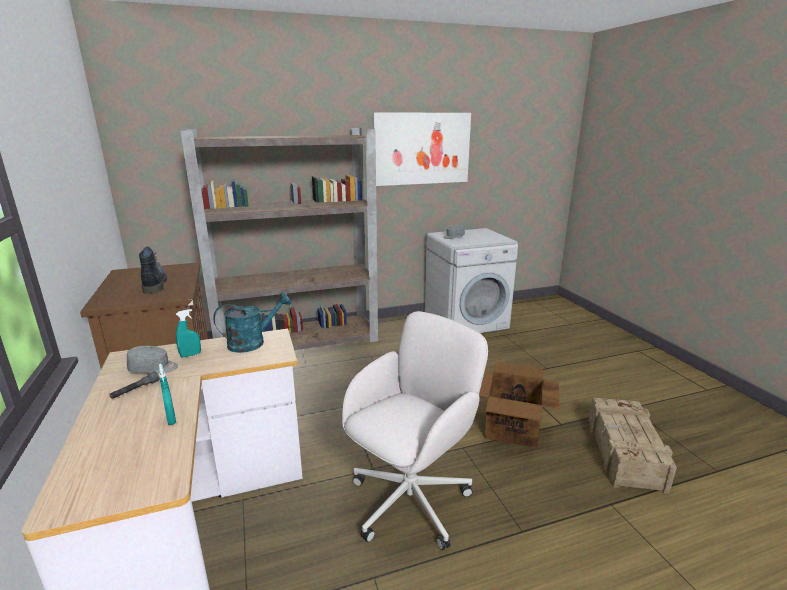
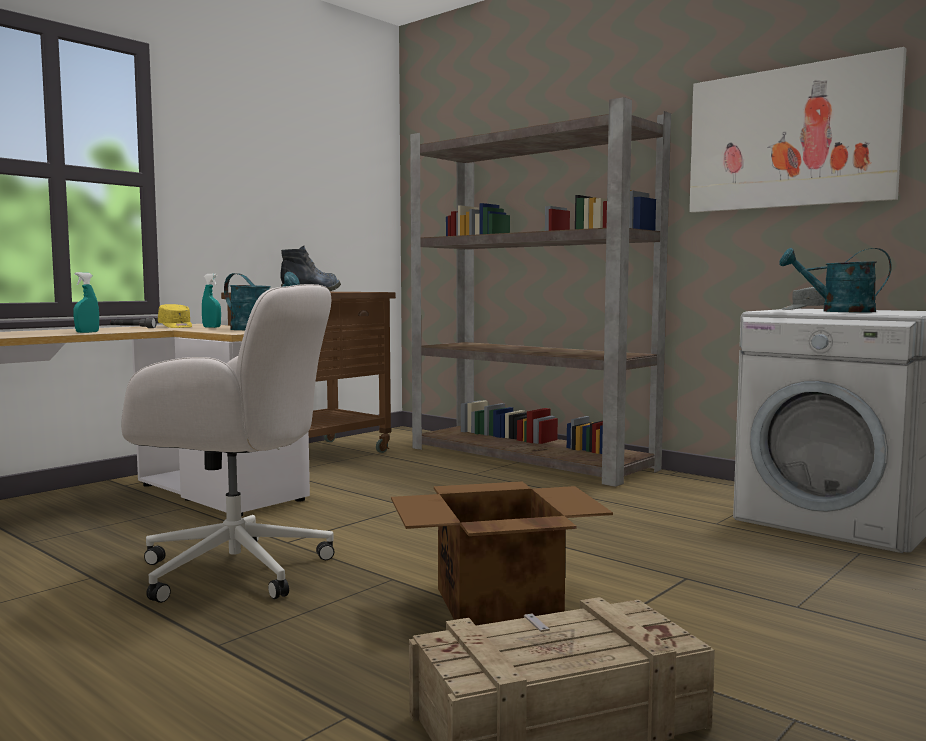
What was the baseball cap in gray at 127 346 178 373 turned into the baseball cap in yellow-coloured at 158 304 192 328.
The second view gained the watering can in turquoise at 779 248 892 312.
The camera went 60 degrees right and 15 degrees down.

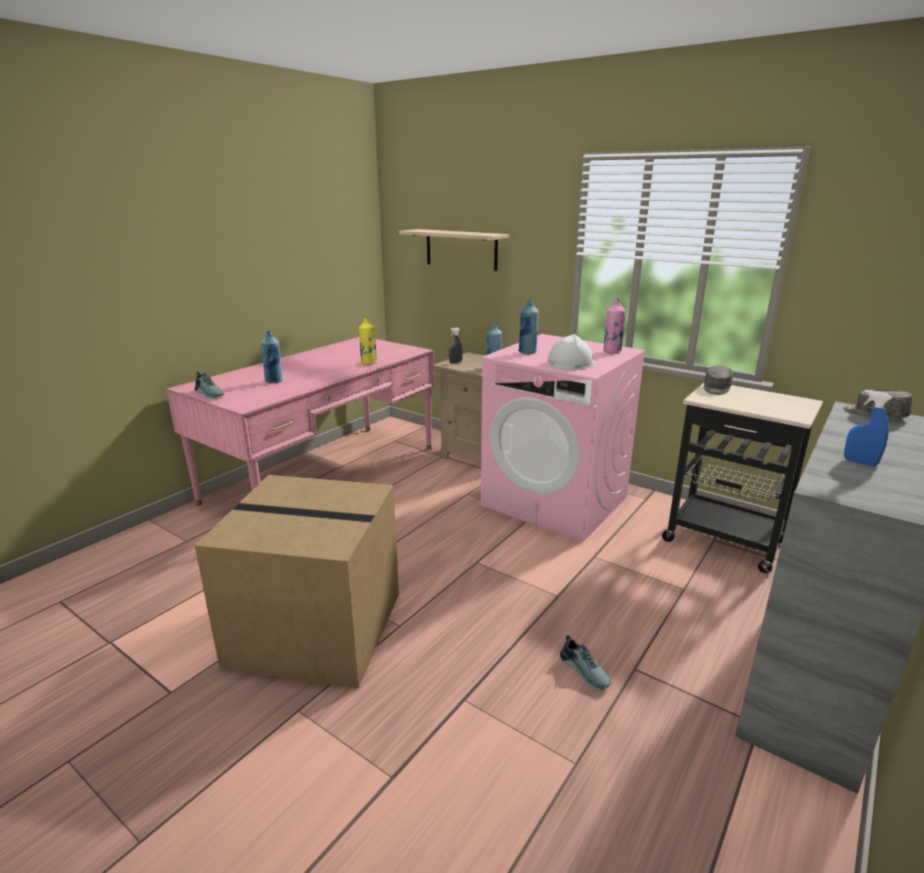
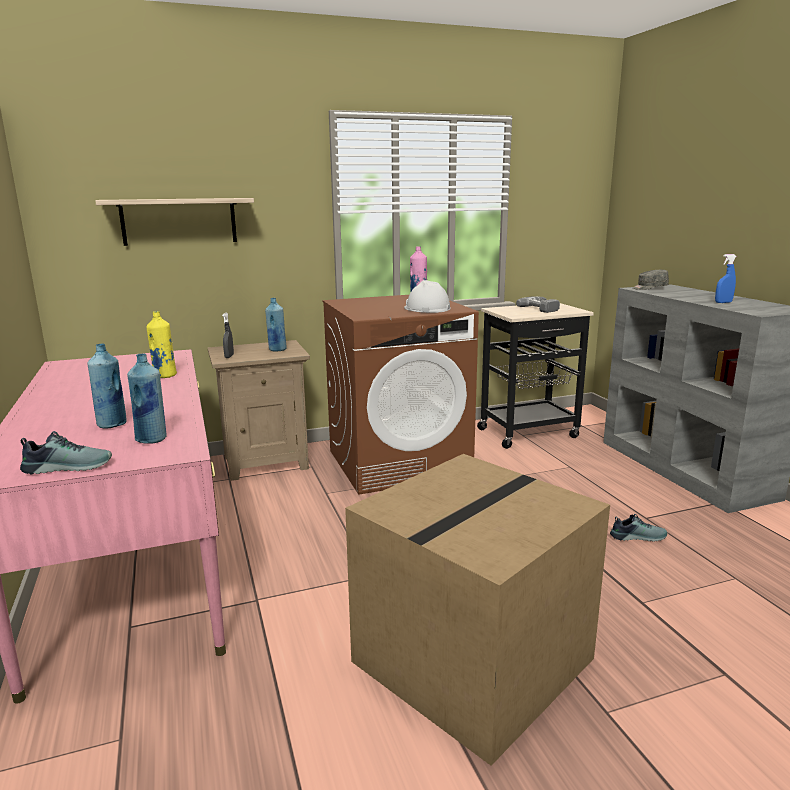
The drink bottle in blue-coloured ended up elsewhere, having gone from 518 299 539 354 to 127 354 167 444.
What was the laundry machine in pinkish at 481 334 646 542 turned into the laundry machine in brownish at 323 295 479 495.
The second view lost the baseball cap in gray at 704 365 733 395.
The second view gained the power drill at 516 296 560 313.
The camera went 55 degrees left and 5 degrees down.

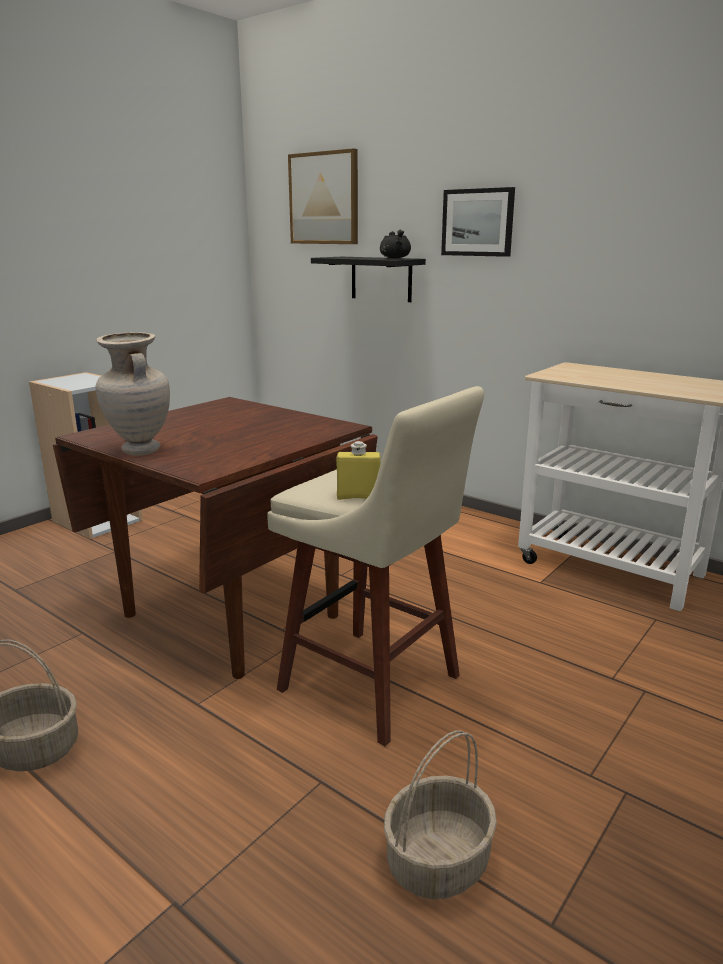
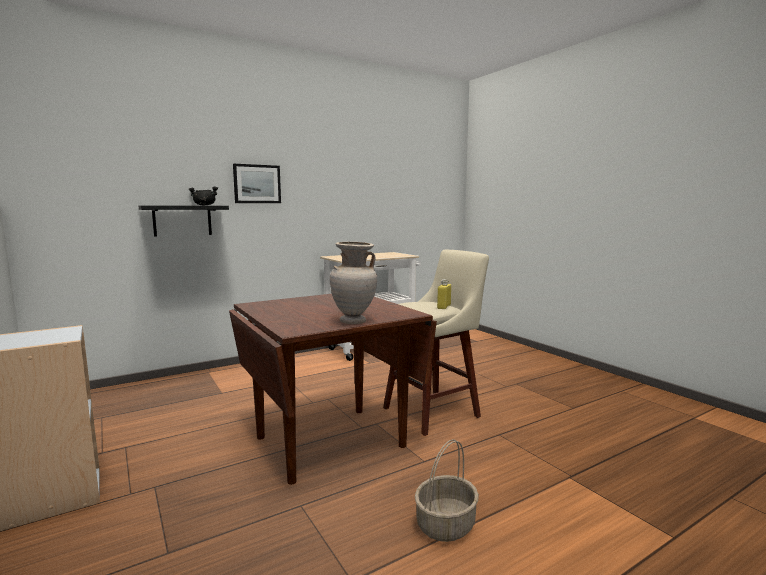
The second view lost the wall picture at 288 148 358 244.
The second view lost the storage basket at 384 730 497 899.
The camera went 70 degrees left and 10 degrees down.

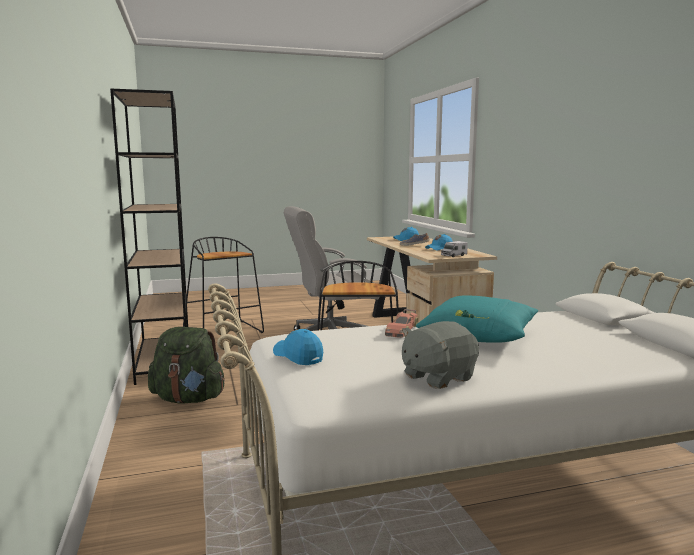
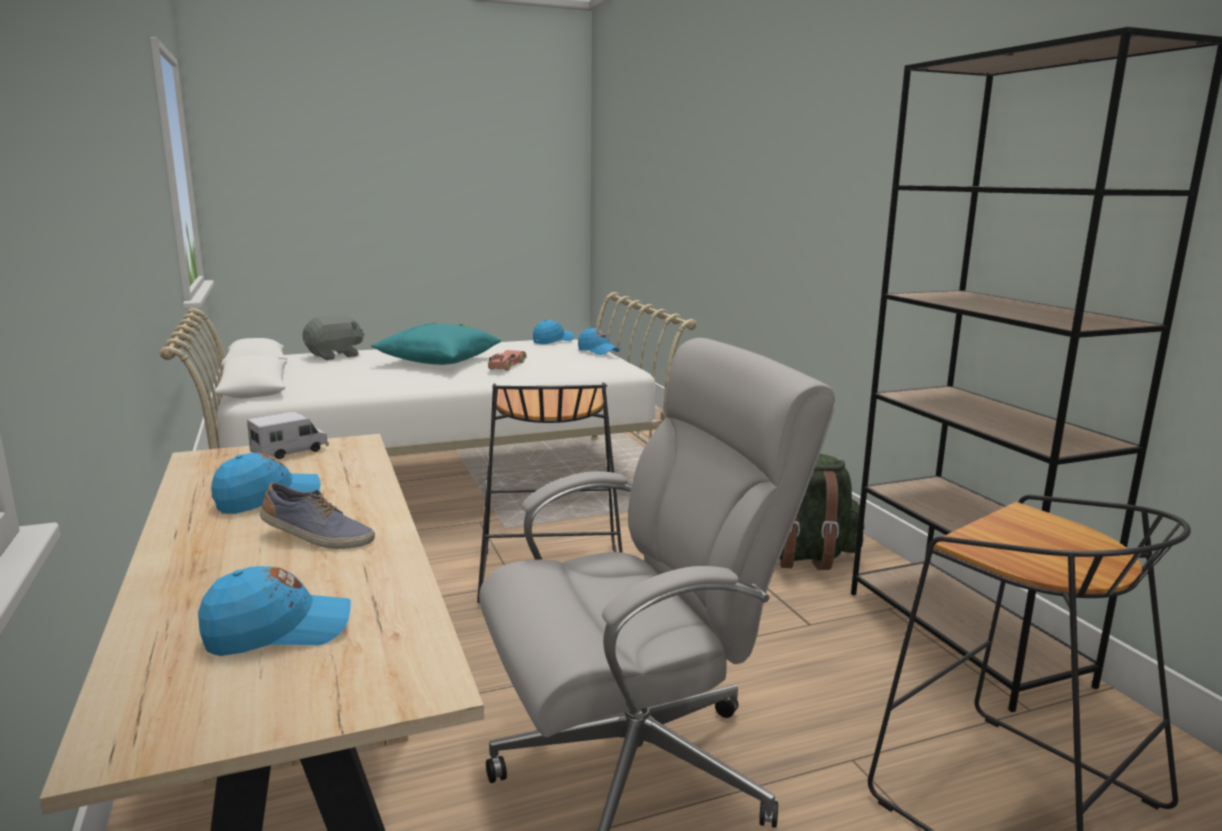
The plush toy in gray ended up elsewhere, having gone from 402 321 479 389 to 303 315 364 360.
The second view gained the baseball cap in blue-coloured at 533 320 574 344.
The camera went 175 degrees right and 5 degrees up.

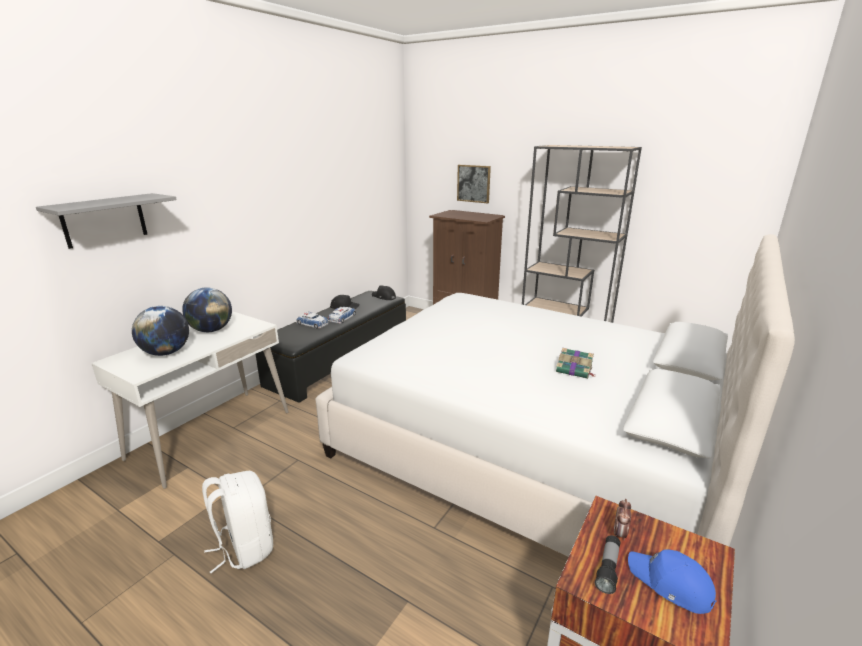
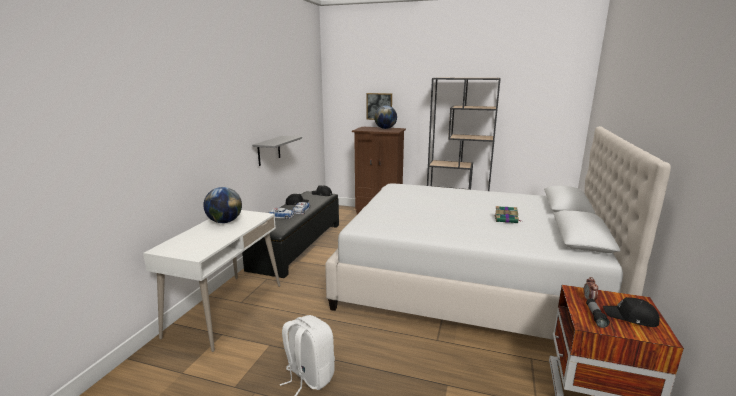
The wall shelf in gray ended up elsewhere, having gone from 36 193 177 249 to 252 136 302 166.
The globe ended up elsewhere, having gone from 132 306 189 356 to 374 105 397 129.
What was the baseball cap in blue-coloured at 628 549 717 614 turned into the baseball cap in blackish at 603 297 660 327.
The camera went 15 degrees left and 5 degrees down.

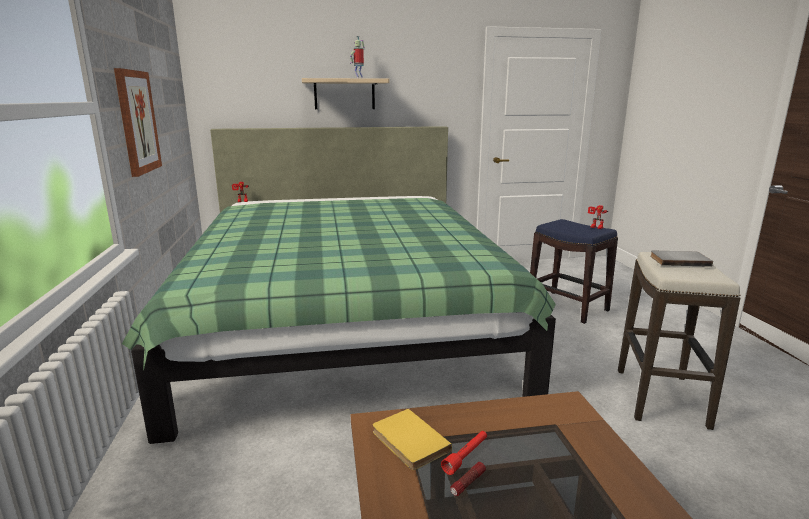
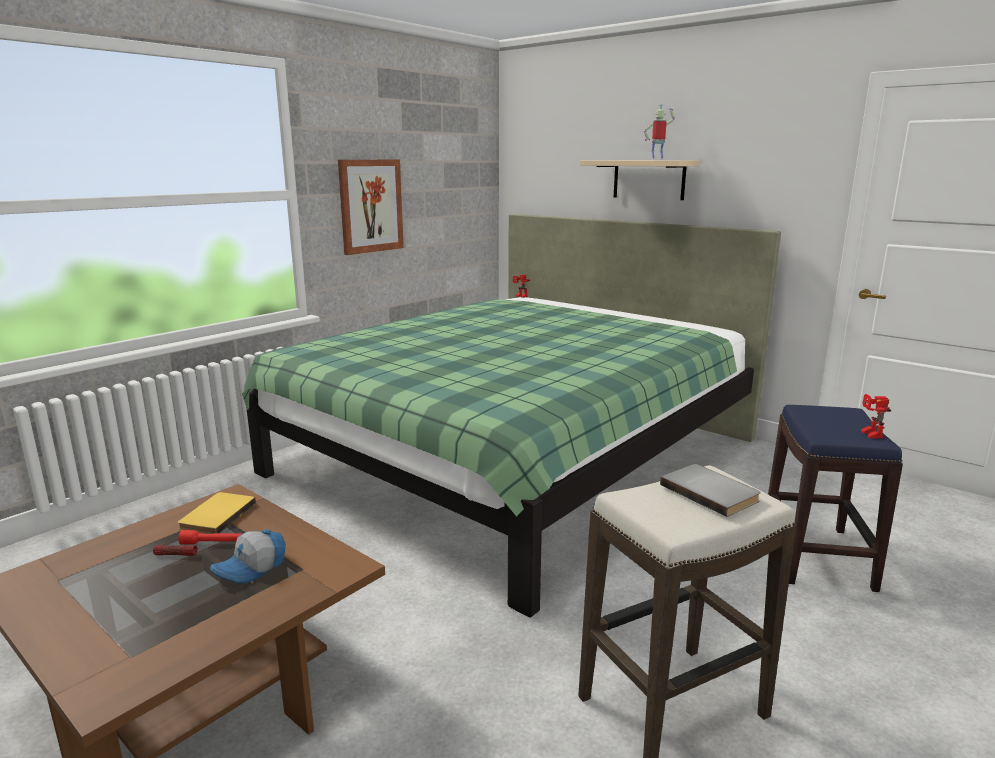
The second view gained the baseball cap at 210 529 286 583.
The camera went 50 degrees right and 0 degrees up.

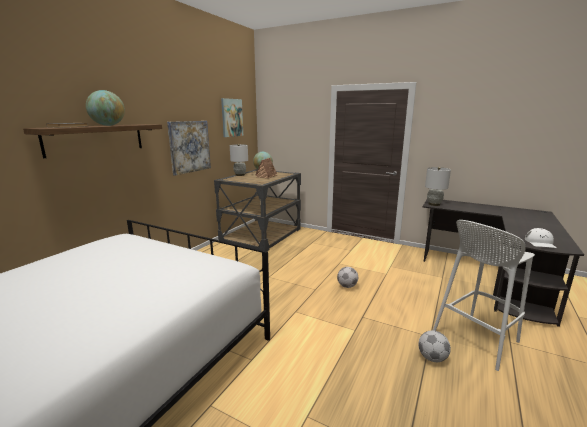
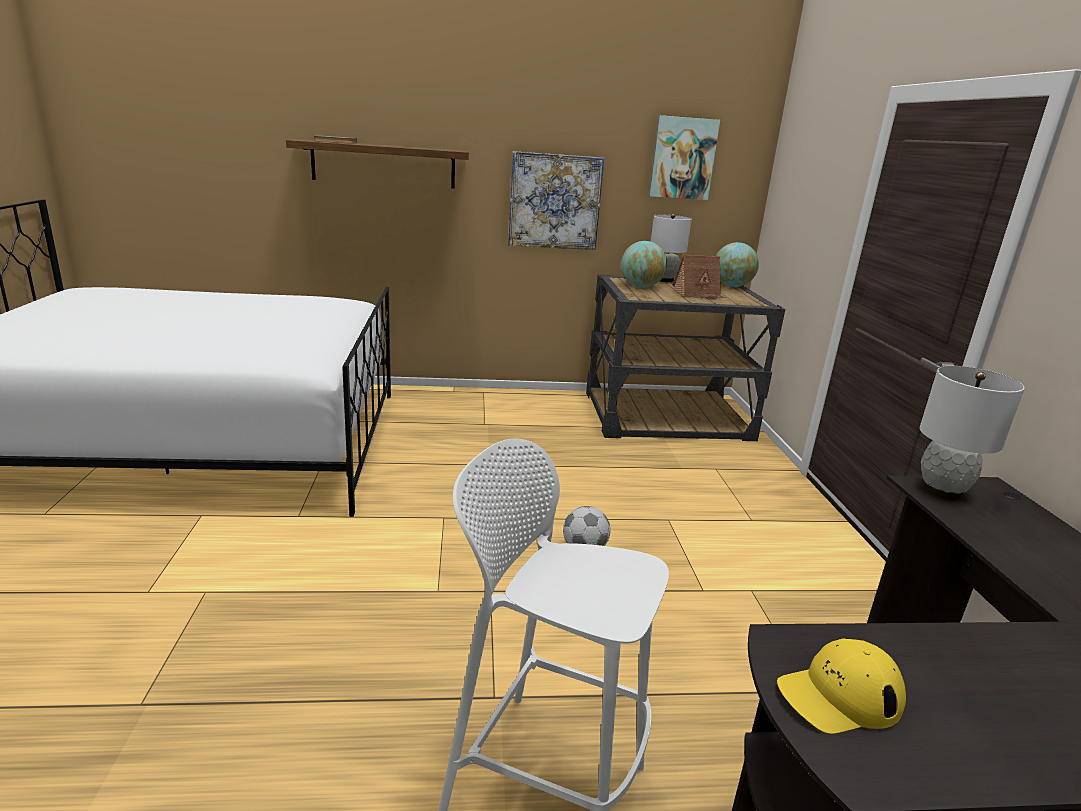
The globe ended up elsewhere, having gone from 86 90 125 126 to 621 241 667 288.
What was the baseball cap in whitish at 525 228 556 248 turned into the baseball cap in yellow-coloured at 777 639 906 734.
The second view lost the football at 418 330 451 362.
The camera went 55 degrees right and 5 degrees up.

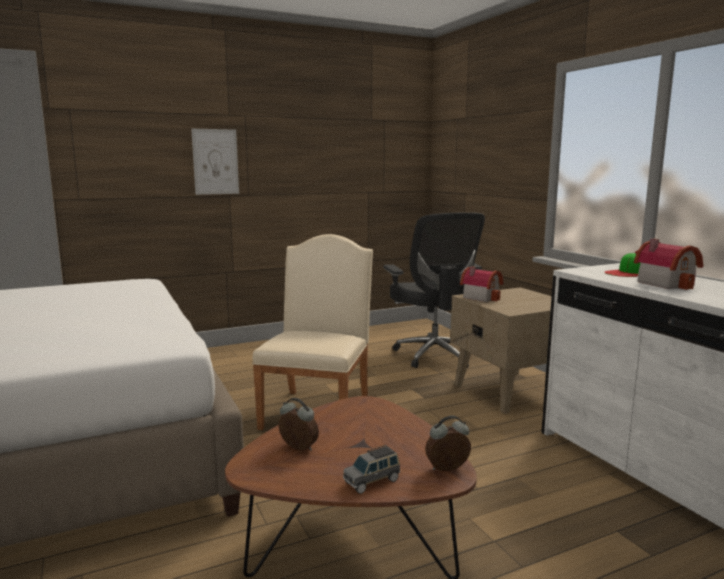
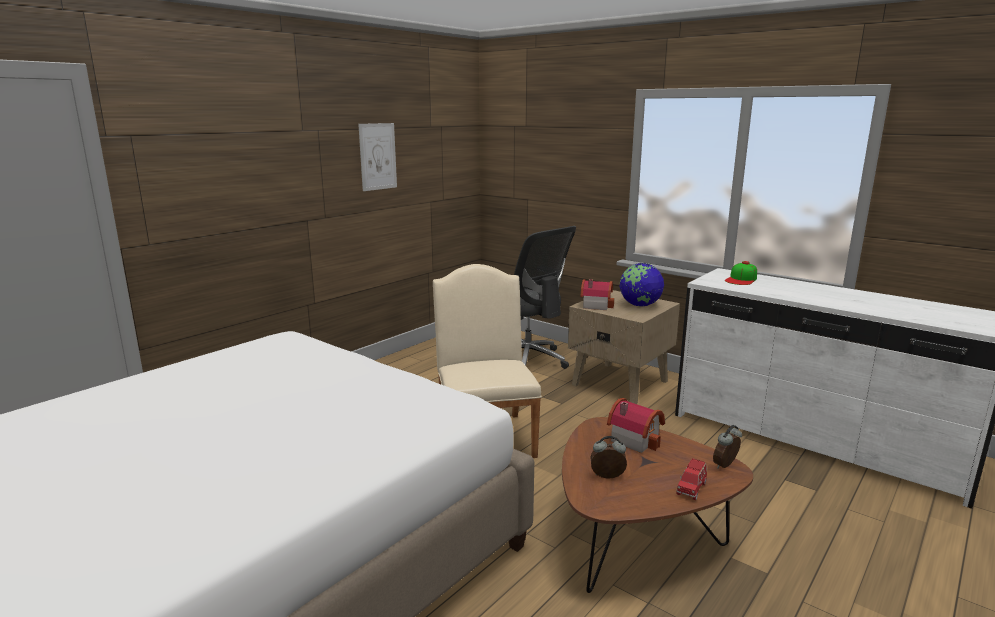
The wall picture ended up elsewhere, having gone from 191 129 239 195 to 358 123 397 191.
The model house ended up elsewhere, having gone from 634 239 703 290 to 607 398 665 453.
What was the toy car in gray at 343 445 400 494 turned into the toy car in reddish at 676 458 707 500.
The second view gained the globe at 620 263 664 306.
The camera went 25 degrees left and 5 degrees up.

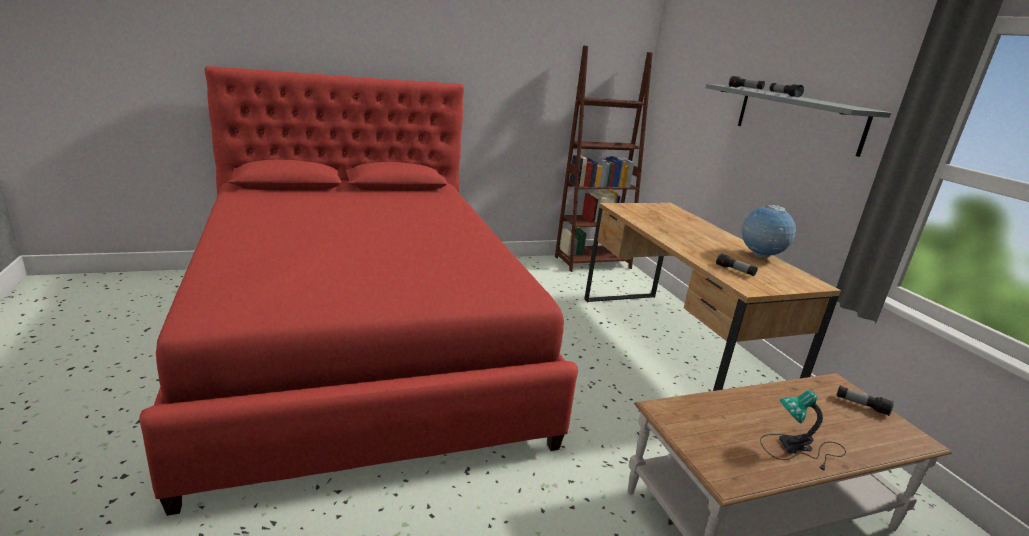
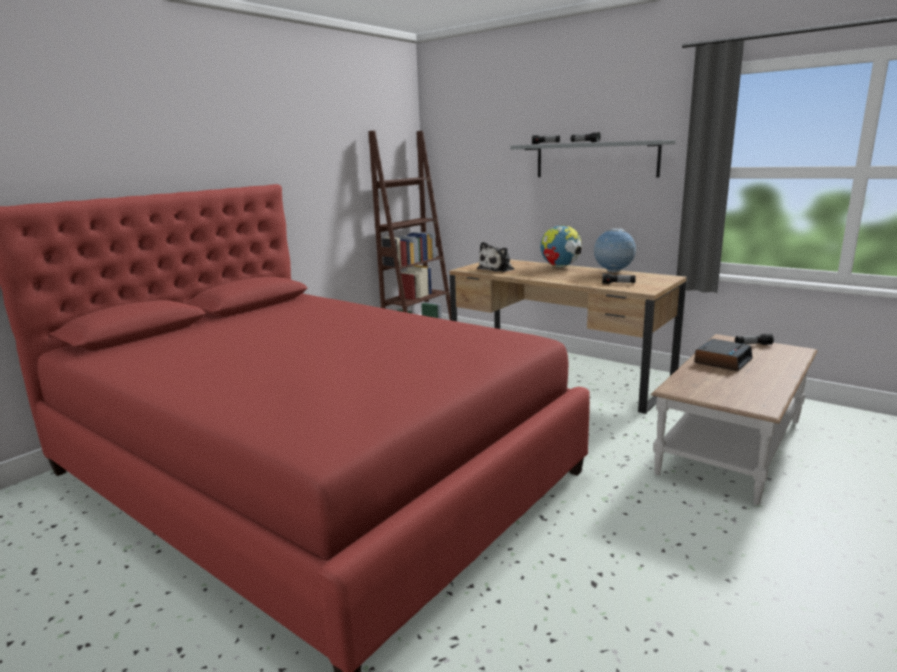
The second view lost the lamp for a table at 760 390 846 470.
The second view gained the globe at 540 225 582 267.
The second view gained the plush toy at 477 242 514 272.
The second view gained the alarm clock at 694 339 753 371.
The camera went 30 degrees left and 5 degrees down.

